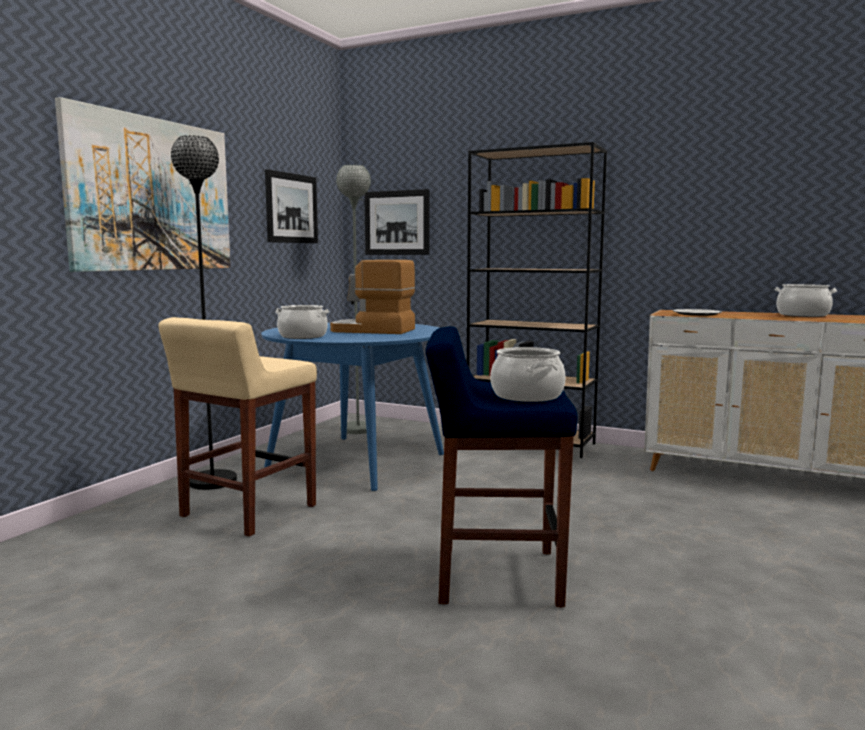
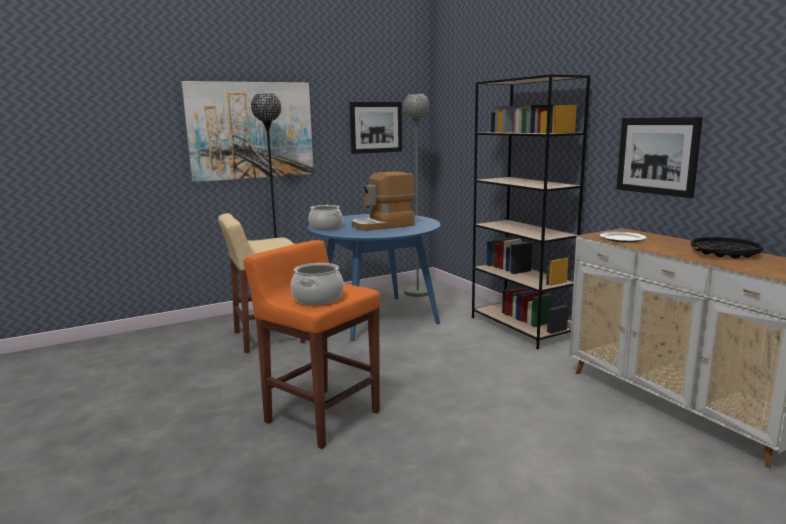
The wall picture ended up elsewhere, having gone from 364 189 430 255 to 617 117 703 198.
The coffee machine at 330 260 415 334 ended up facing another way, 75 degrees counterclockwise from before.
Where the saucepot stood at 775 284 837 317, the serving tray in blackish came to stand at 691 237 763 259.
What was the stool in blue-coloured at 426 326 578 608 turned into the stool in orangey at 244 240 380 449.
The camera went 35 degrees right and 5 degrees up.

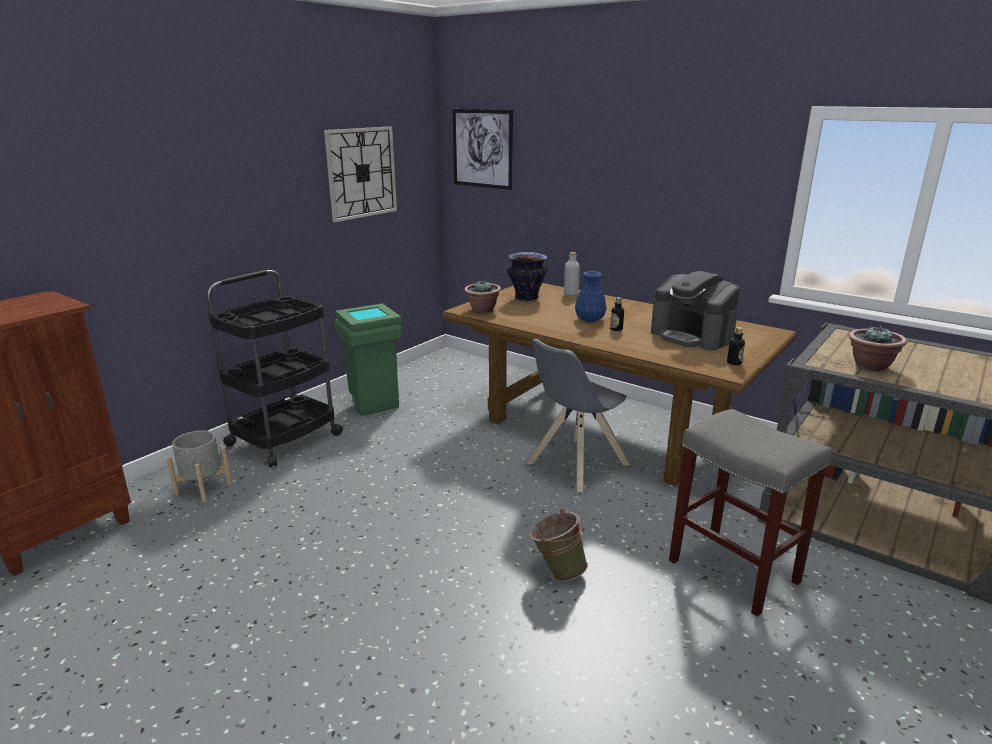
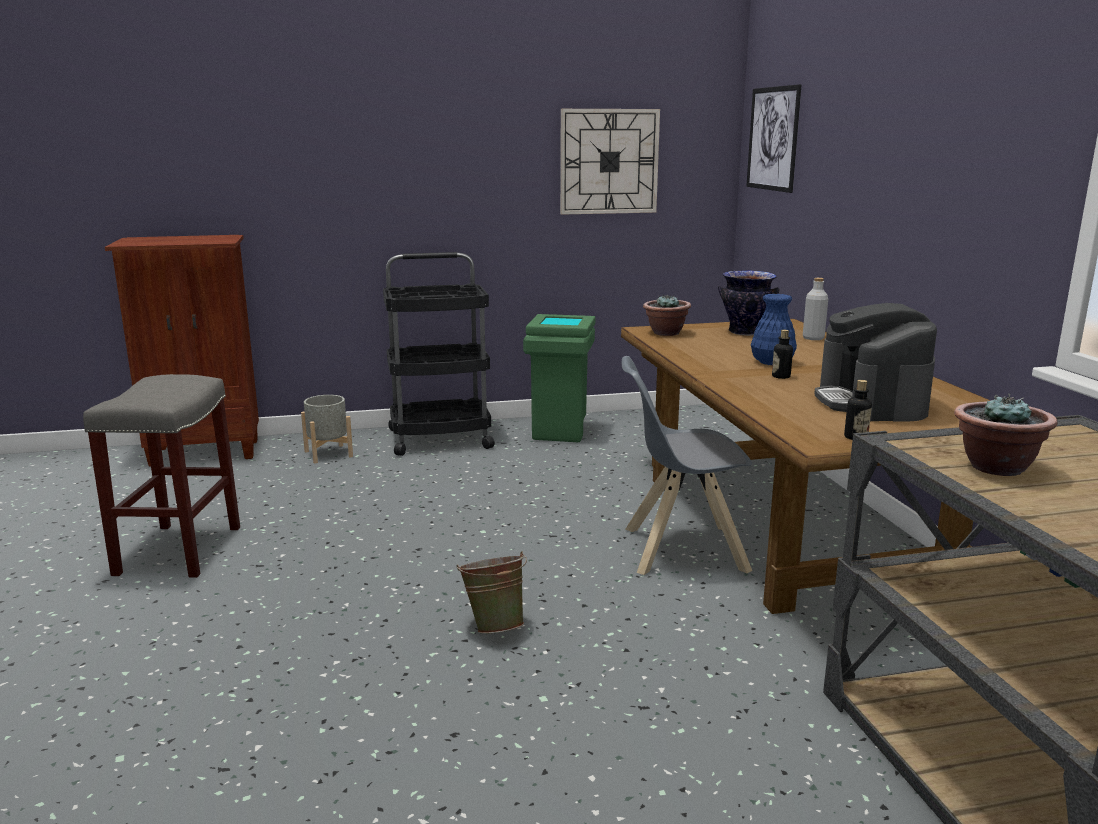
The stool in gray ended up elsewhere, having gone from 669 409 832 617 to 83 374 240 578.
The camera went 40 degrees right and 5 degrees down.

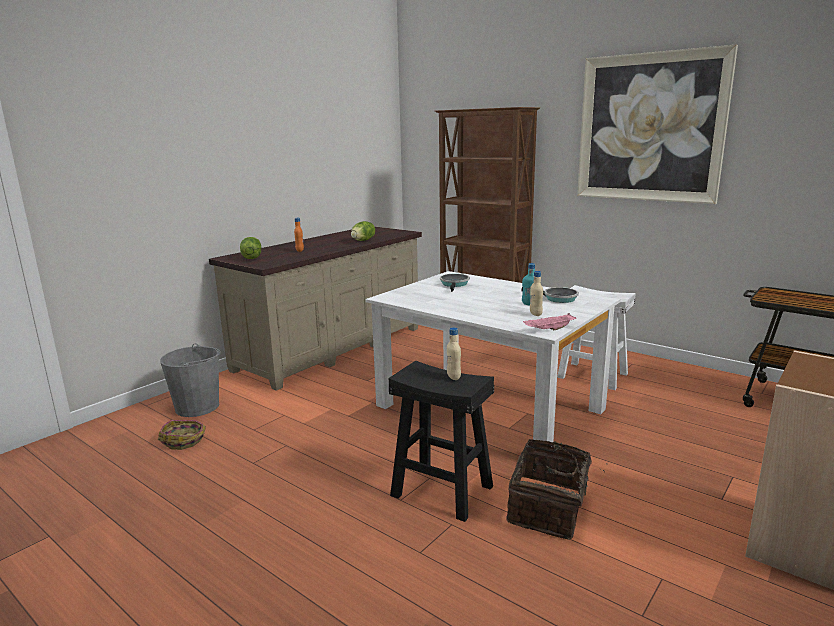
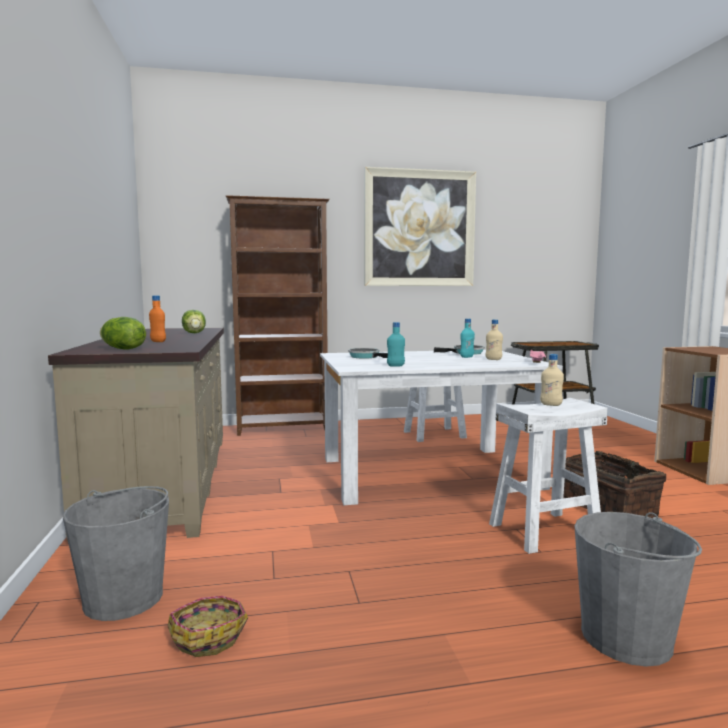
What was the stool in blackish at 389 360 494 522 turned into the stool in whitish at 489 398 607 554.
The second view gained the drink bottle in turquoise at 387 322 405 367.
The second view gained the water bucket in gray at 574 512 702 667.
The camera went 50 degrees left and 10 degrees down.

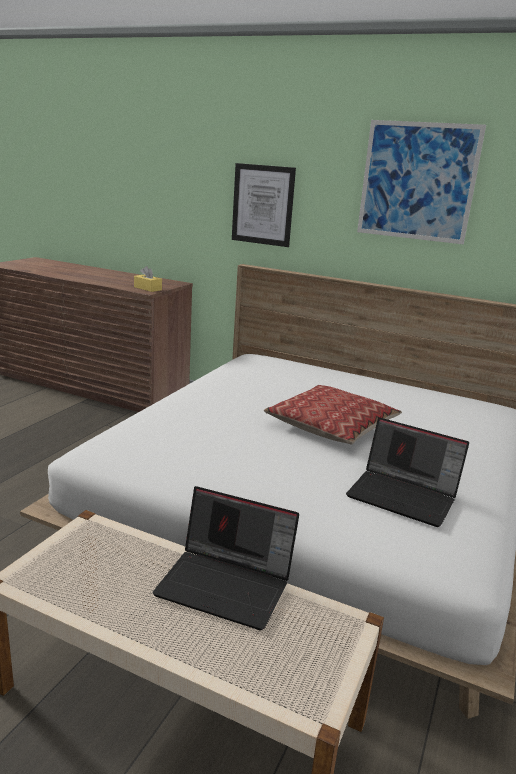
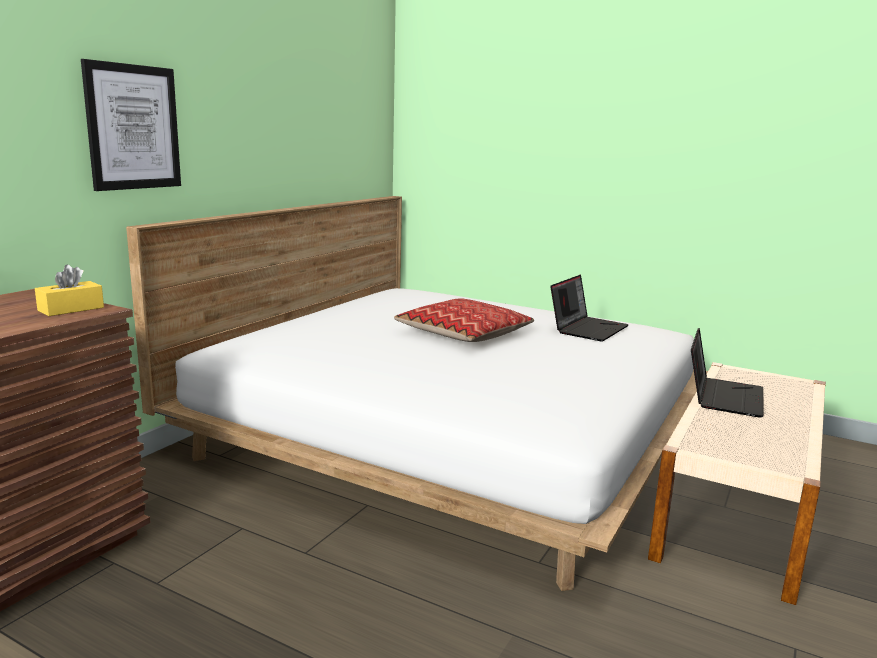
The second view lost the wall picture at 357 120 486 244.
The camera went 85 degrees left and 5 degrees down.

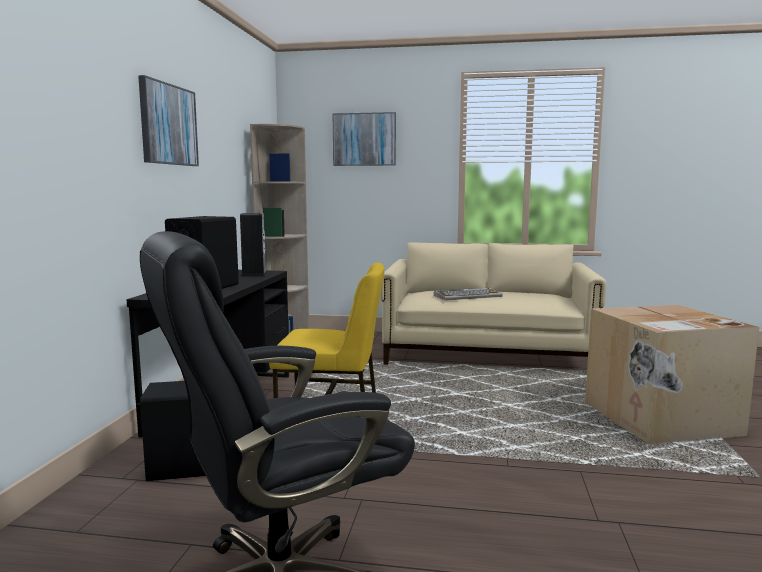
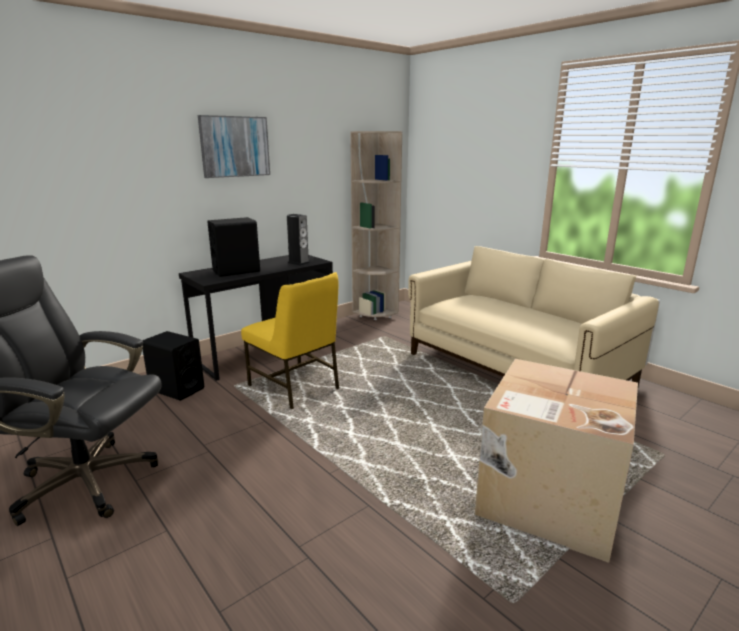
The second view lost the wall picture at 333 112 396 166.
The second view lost the computer keyboard at 434 288 503 301.
The camera went 40 degrees right and 10 degrees up.

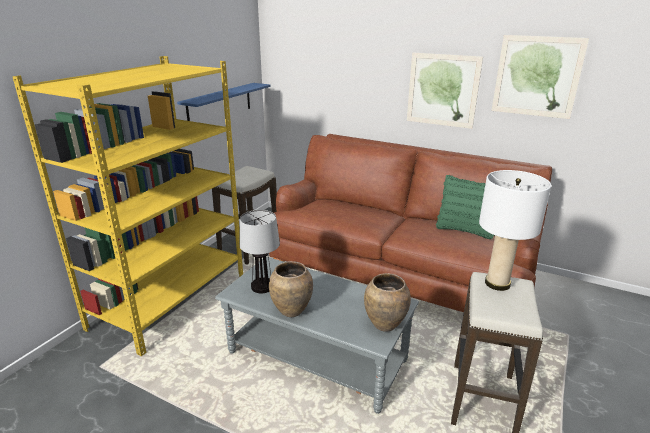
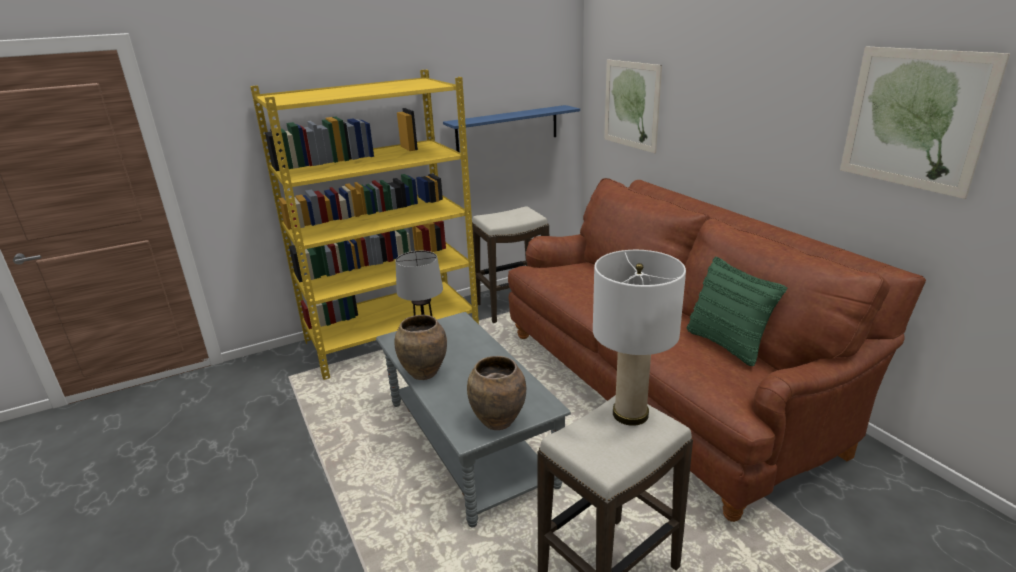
The wall picture ended up elsewhere, having gone from 407 53 483 129 to 604 60 662 153.
The camera went 35 degrees right and 0 degrees up.

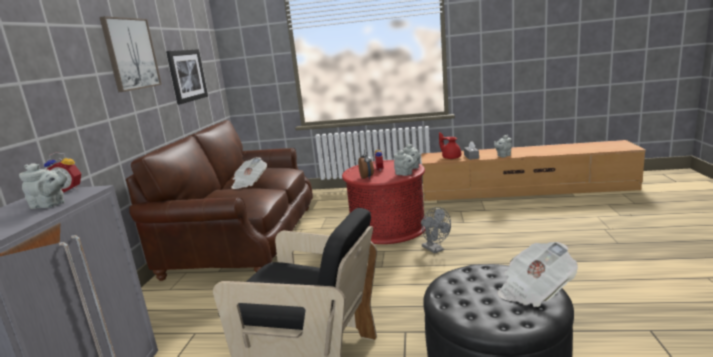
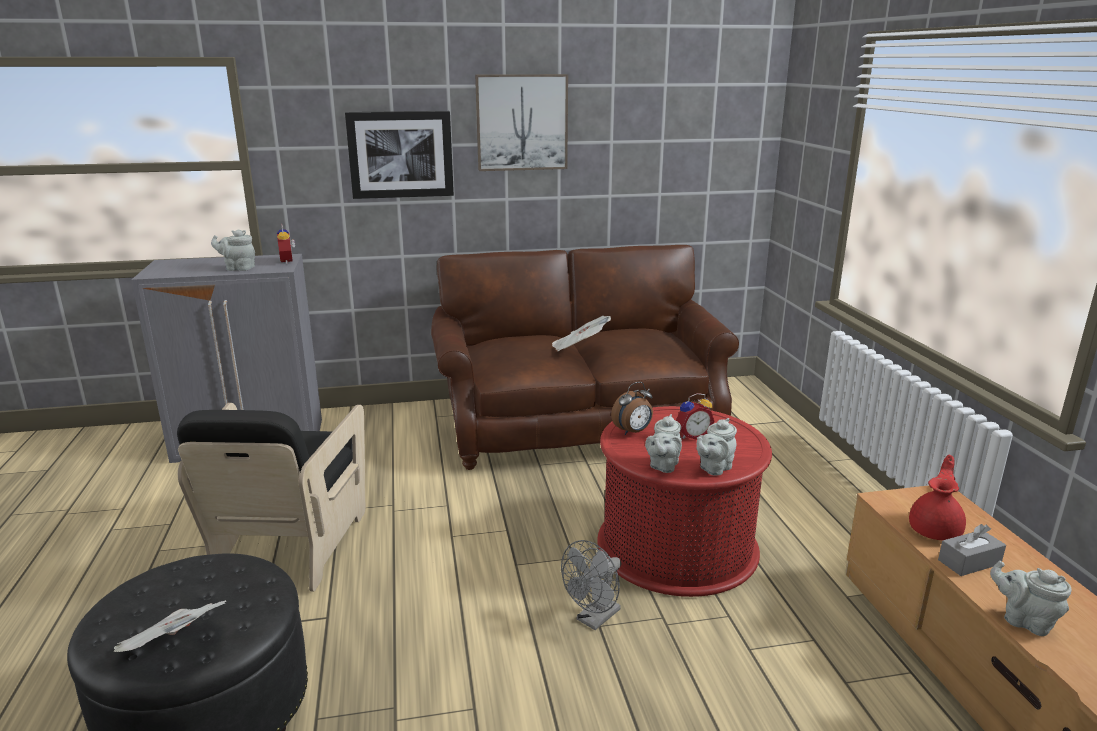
The wall picture ended up elsewhere, having gone from 166 49 208 105 to 345 111 454 199.
The pot for tea in gray at 19 163 68 209 ended up facing another way, 105 degrees clockwise from before.
The camera went 70 degrees right and 5 degrees up.

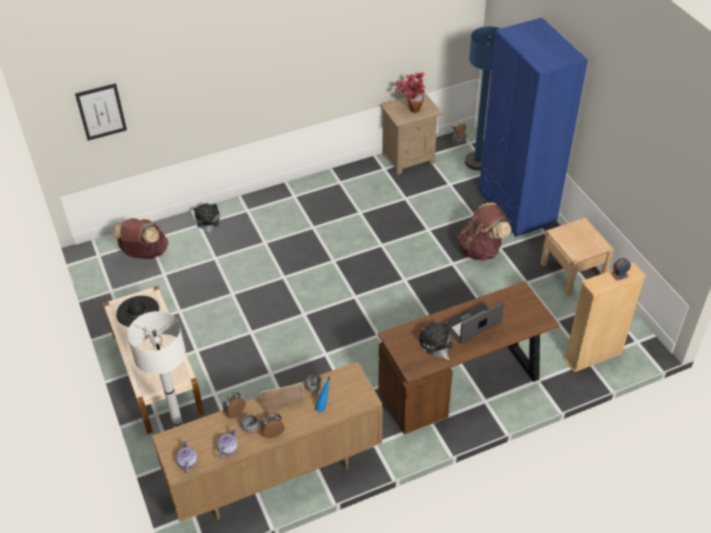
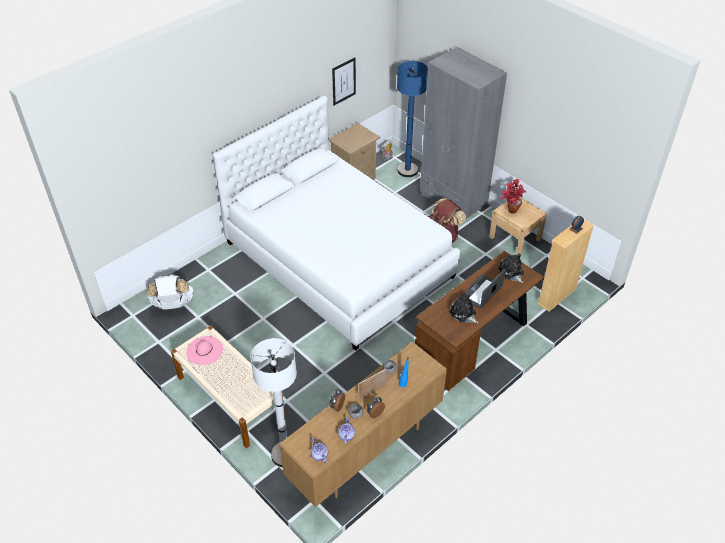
What was the armoire in blue-coloured at 479 18 588 237 turned into the armoire in gray at 420 47 507 220.
The plant in a pot ended up elsewhere, having gone from 396 72 425 113 to 500 179 526 214.
The wall picture ended up elsewhere, having gone from 75 83 127 141 to 332 57 356 105.
The plush toy ended up elsewhere, having gone from 194 203 220 234 to 498 253 524 283.
What was the backpack in brownish at 111 218 168 259 turned into the backpack in whitish at 147 274 193 310.
What was the clothing hat in blackish at 116 296 159 327 turned into the clothing hat in pinkish at 186 336 223 365.
The second view gained the bed in whitish at 212 96 460 351.
The camera went 20 degrees left and 0 degrees up.

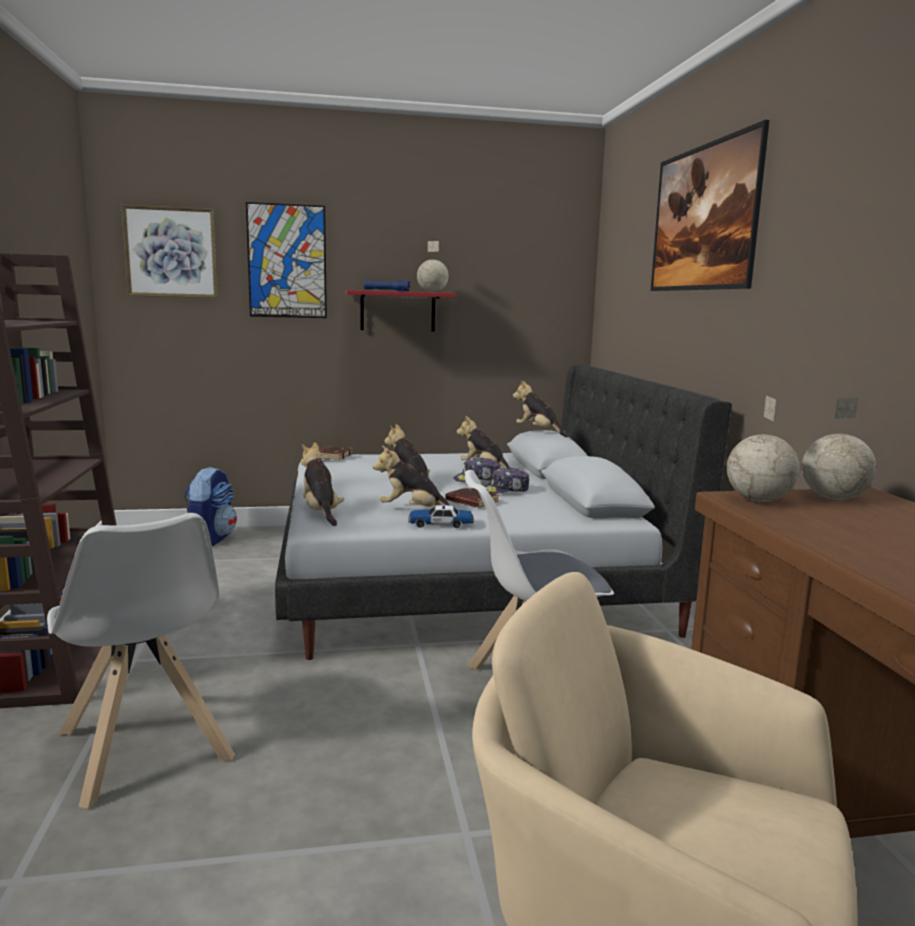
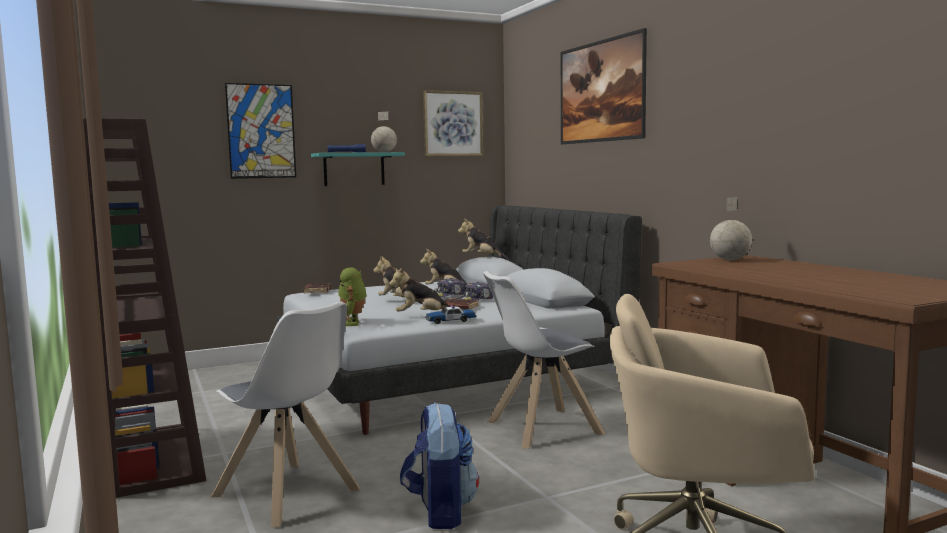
The wall picture ended up elsewhere, having gone from 121 205 218 298 to 423 90 483 156.
What was the wall shelf in reddish at 346 290 456 332 turned into the wall shelf in turquoise at 311 152 405 186.
The second view lost the globe at 727 396 800 502.
Where the plush toy stood at 301 442 344 526, the toy robot came to stand at 338 267 367 326.
The backpack ended up elsewhere, having gone from 184 467 237 546 to 400 402 479 529.
The camera went 15 degrees left and 5 degrees down.

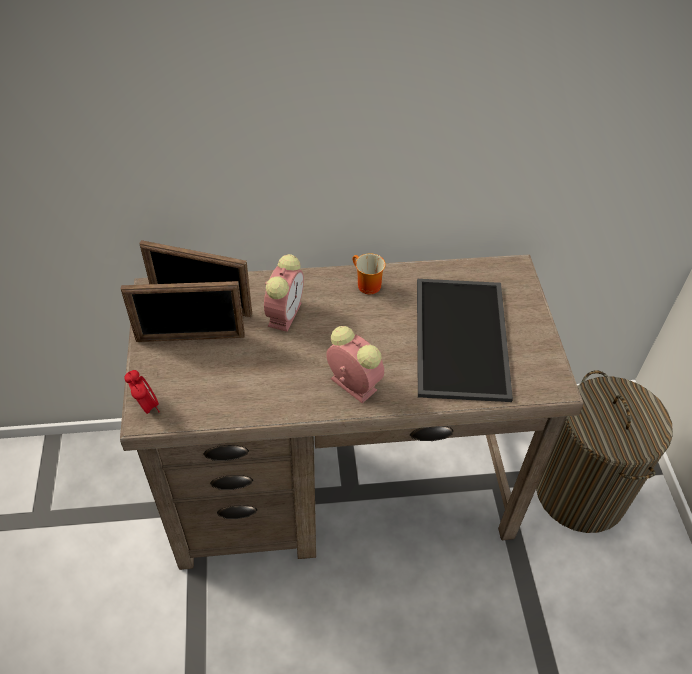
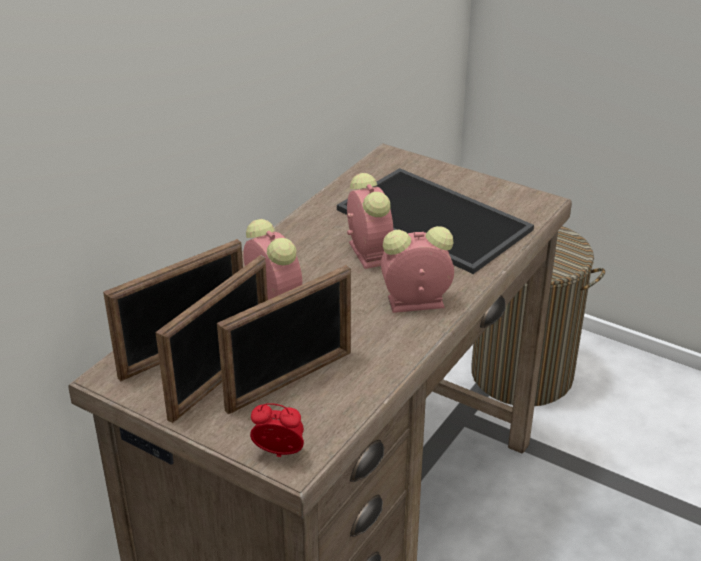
The second view lost the tea mug at 353 253 386 294.
The second view gained the alarm clock at 347 173 394 269.
The second view gained the picture frame at 217 265 351 415.
The camera went 50 degrees left and 15 degrees down.

